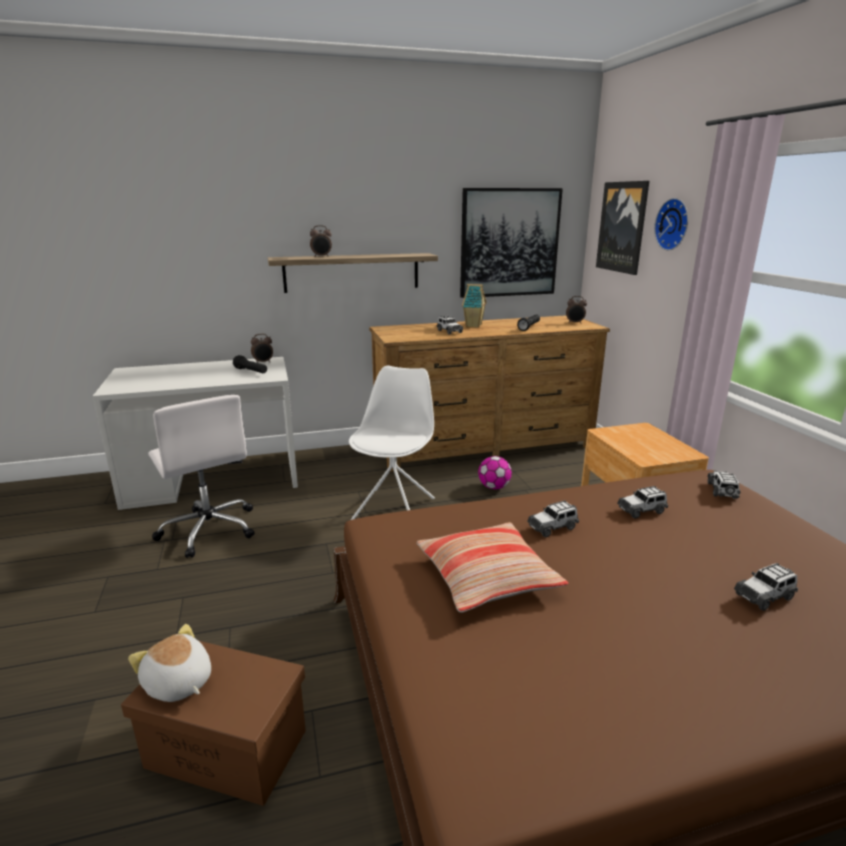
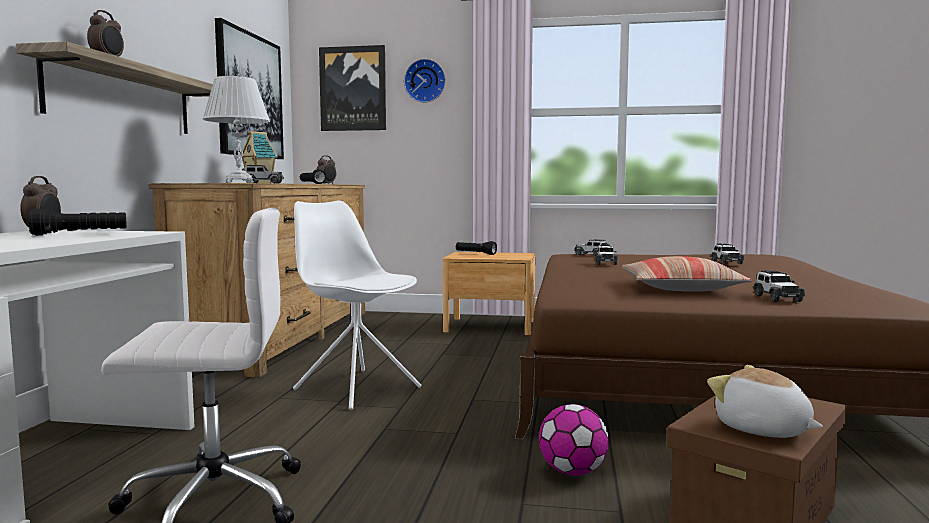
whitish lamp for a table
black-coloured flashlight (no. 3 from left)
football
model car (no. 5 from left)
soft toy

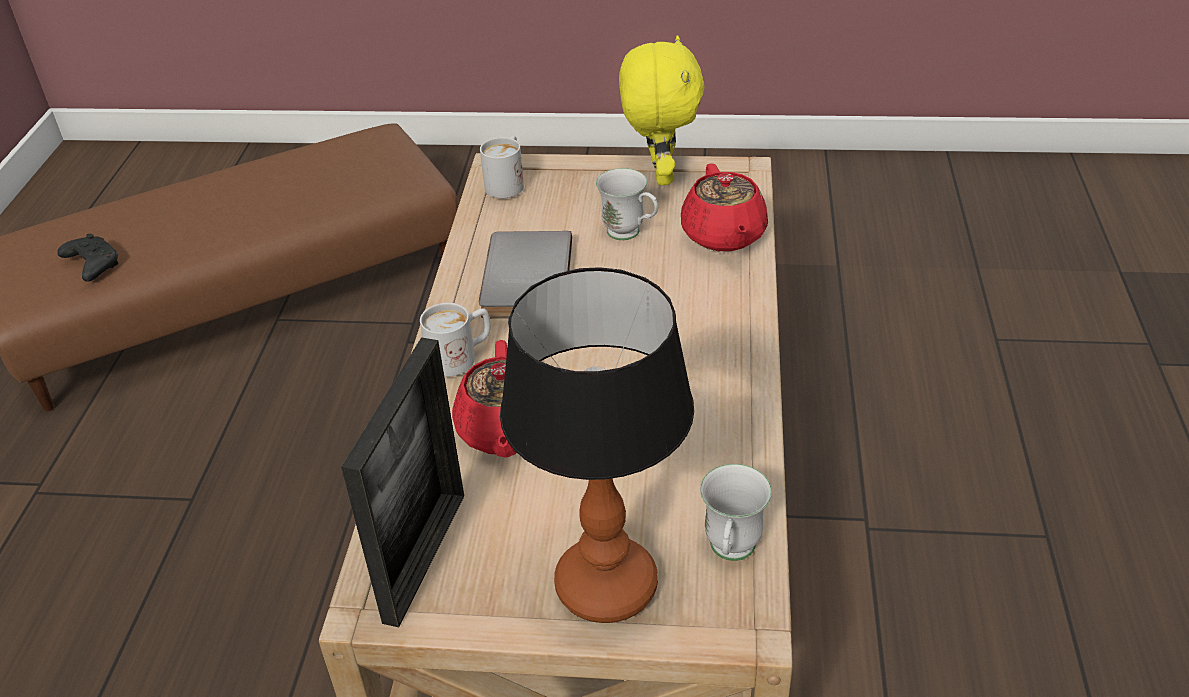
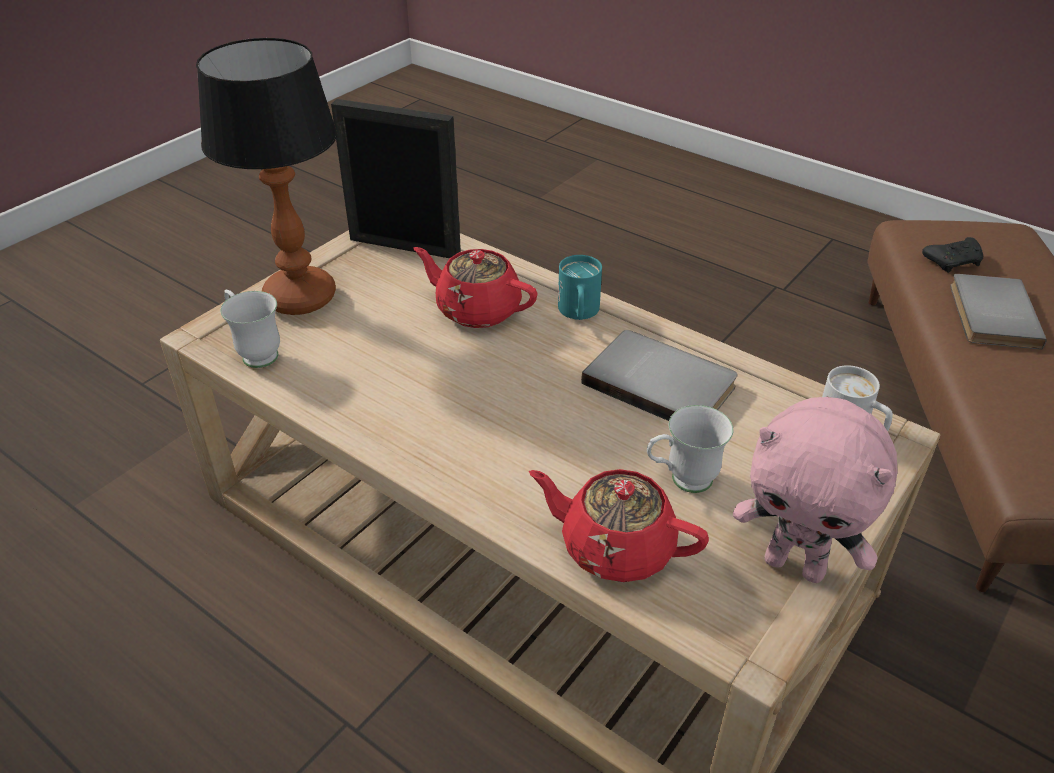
greyish book (no. 2 from left)
turquoise-coloured mug
pink-coloured soft toy
photo frame

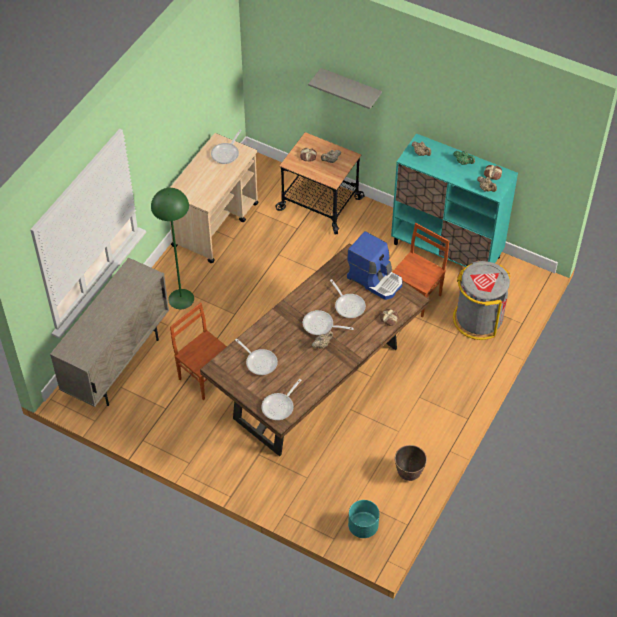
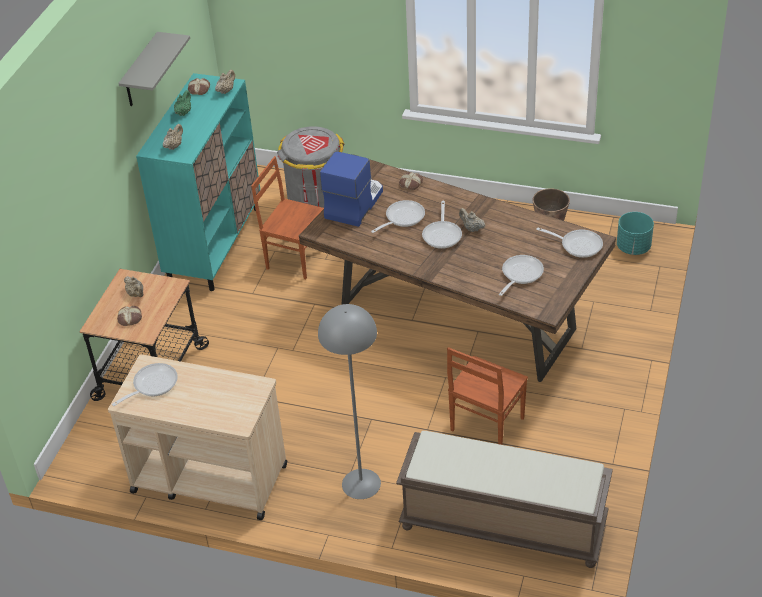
greyish bracket shelf
brown-coloured indoor bench
greyish floor lamp
frying pan (no. 1 from left)

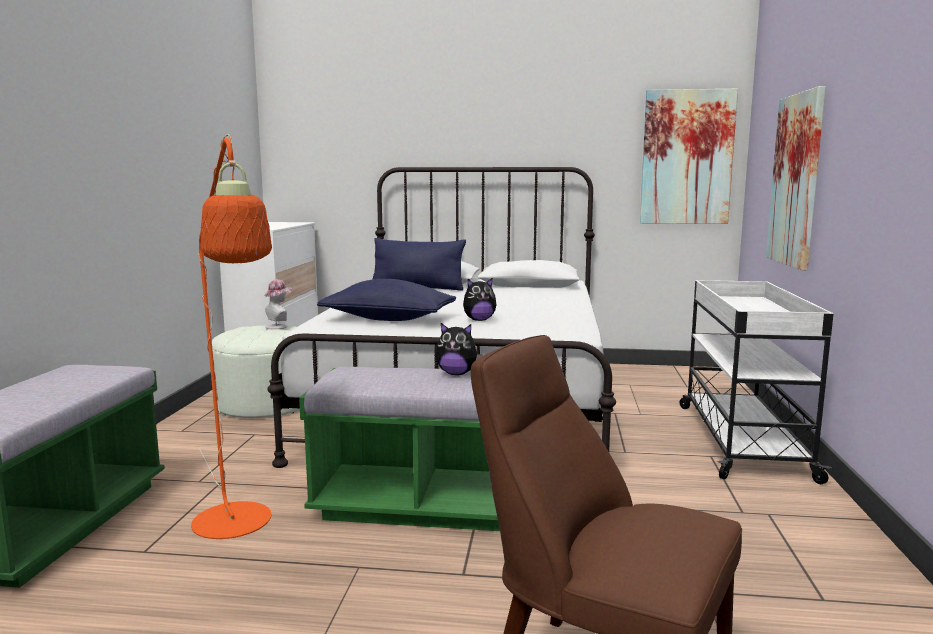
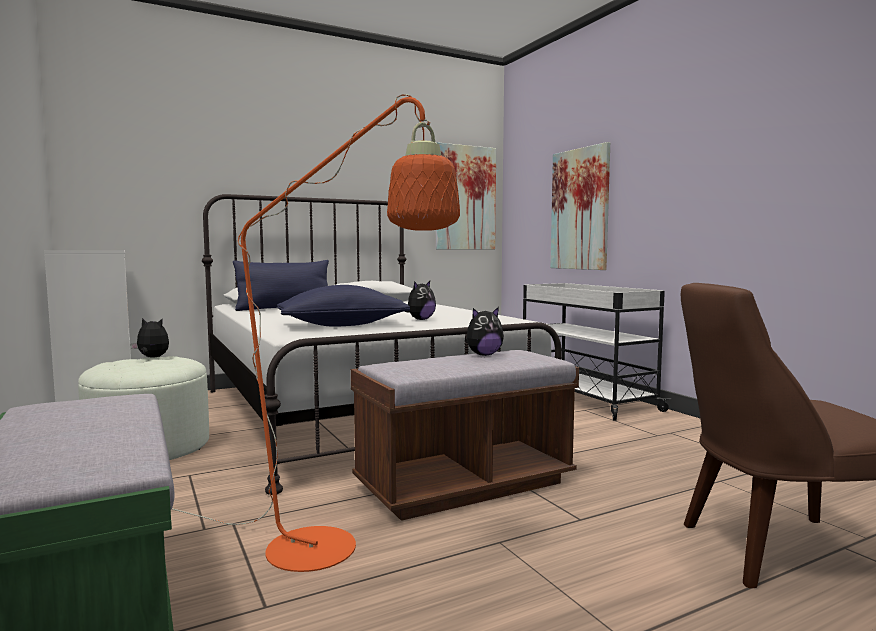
soft toy (no. 1 from left)
brown-coloured indoor bench

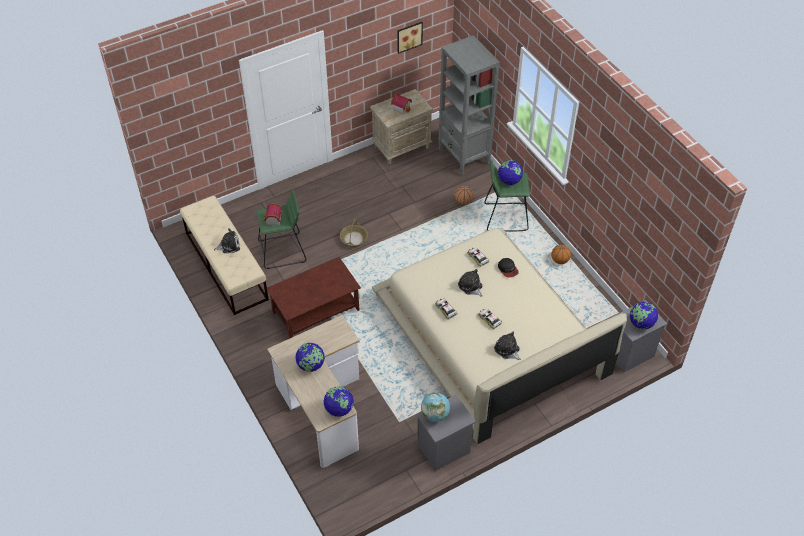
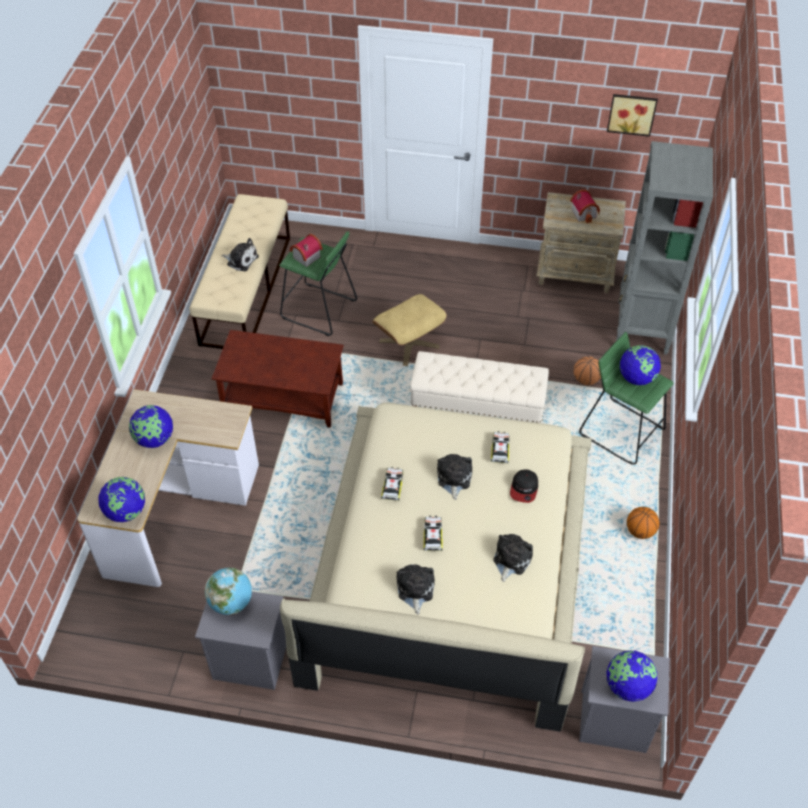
beige-coloured indoor bench (no. 2 from left)
soft toy (no. 4 from left)
beige-coloured pouffe

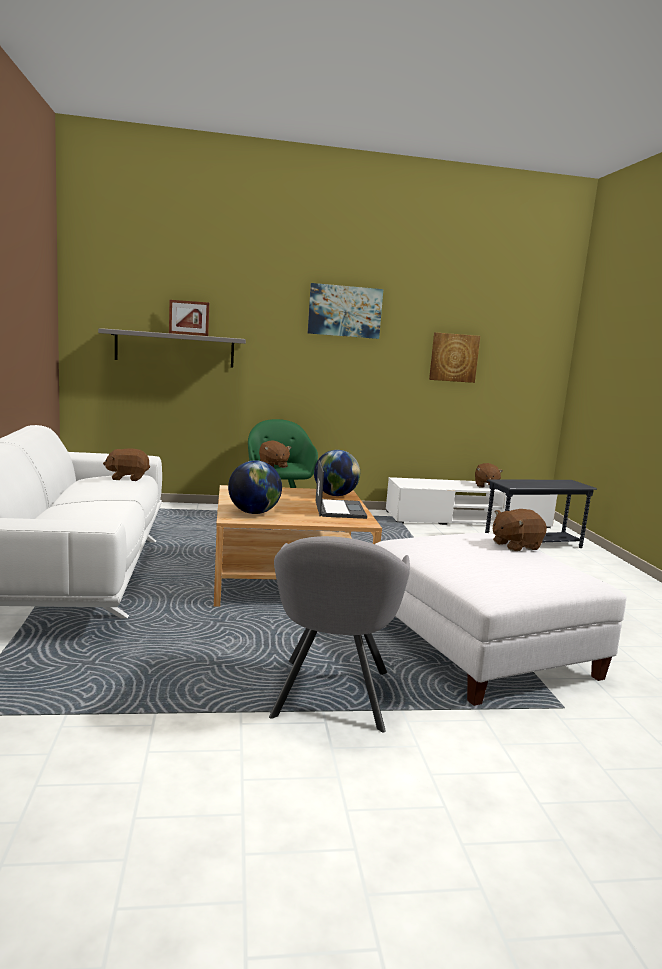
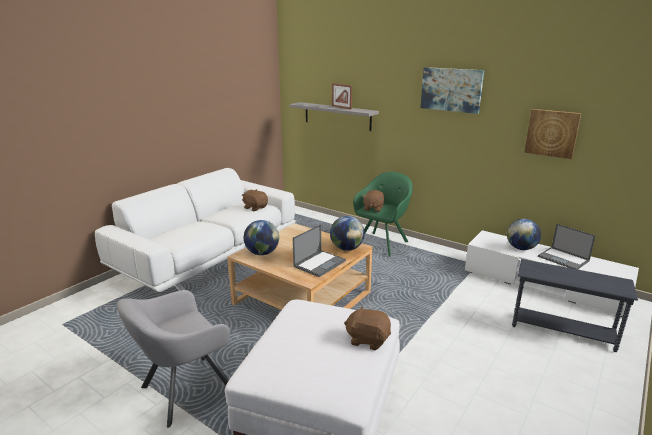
globe (no. 3 from left)
laptop (no. 2 from left)

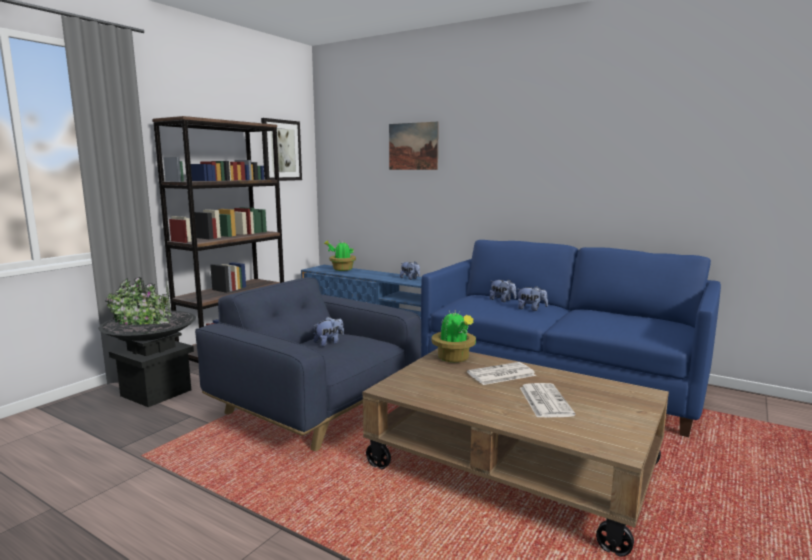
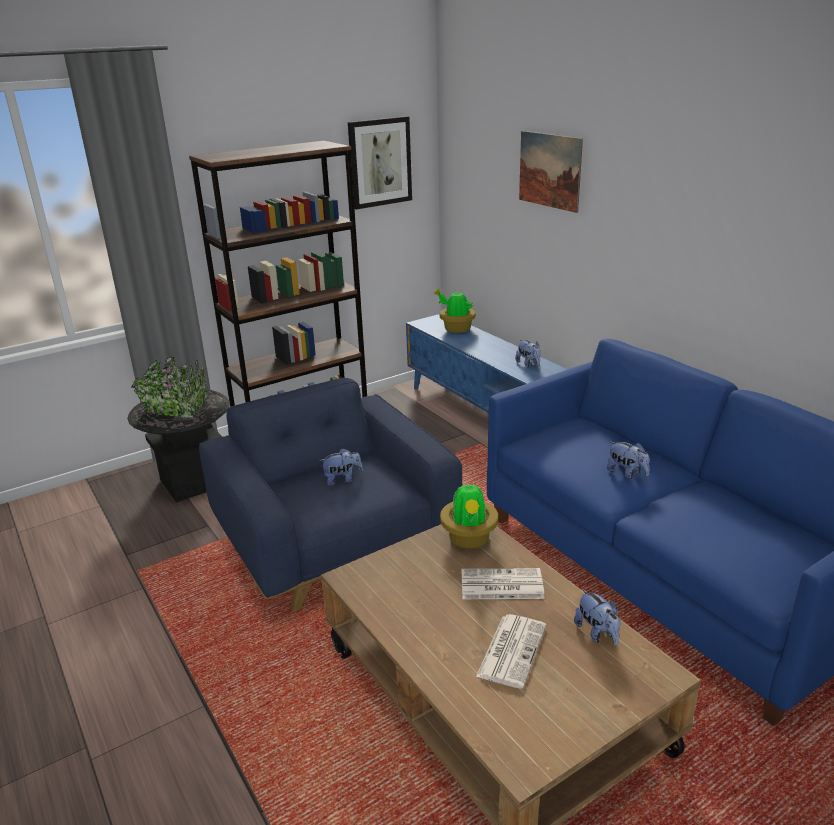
soft toy (no. 3 from left)

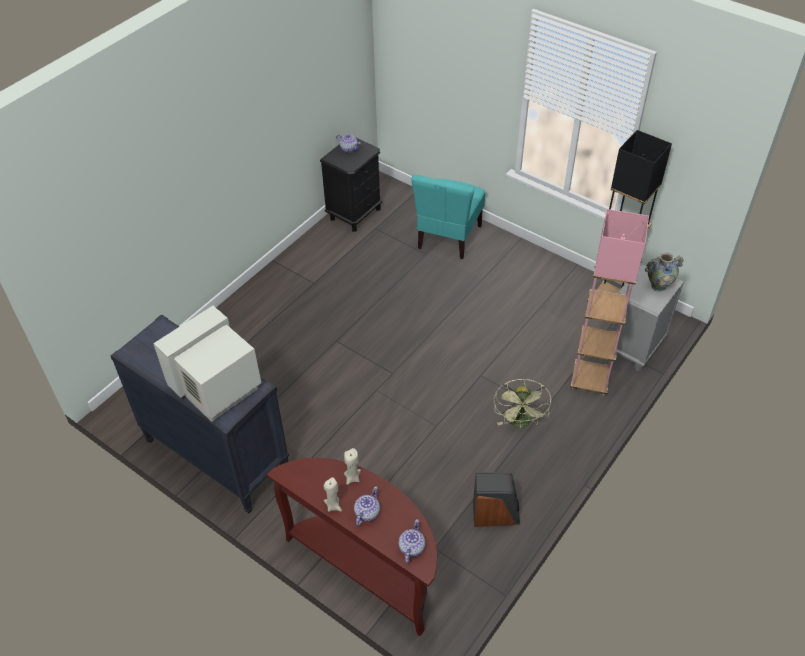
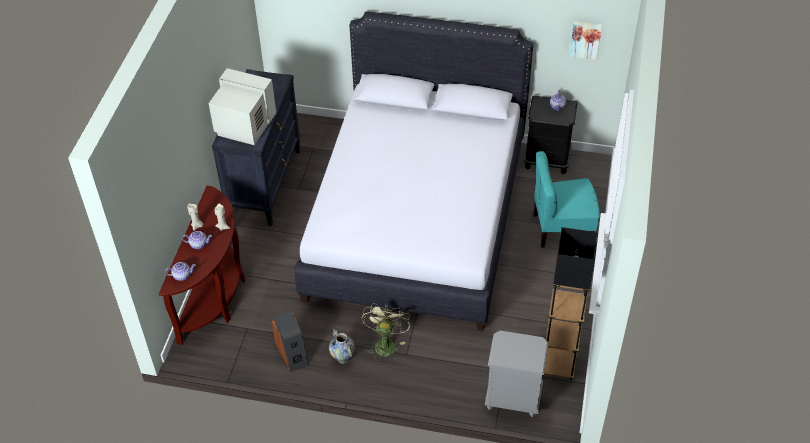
pink-coloured floor lamp
whitish sleeping bed
picture
vase
green electric fan

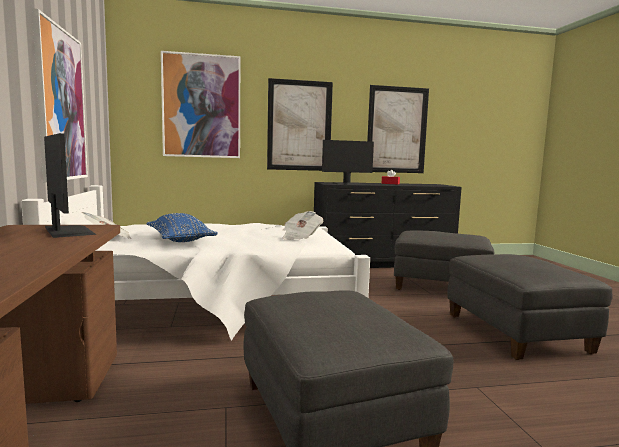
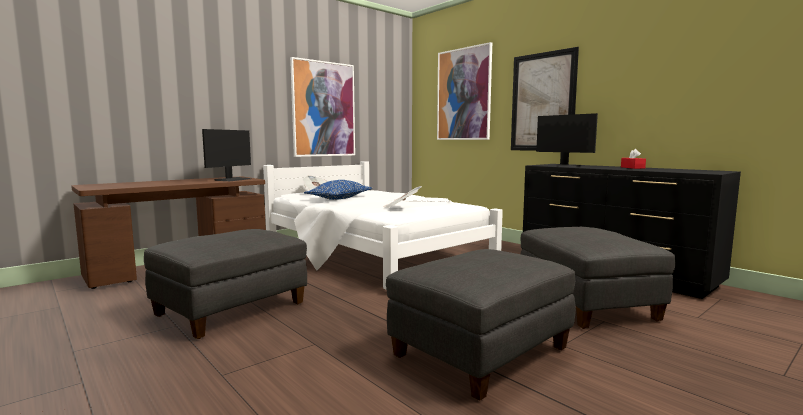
picture (no. 4 from left in the first image)

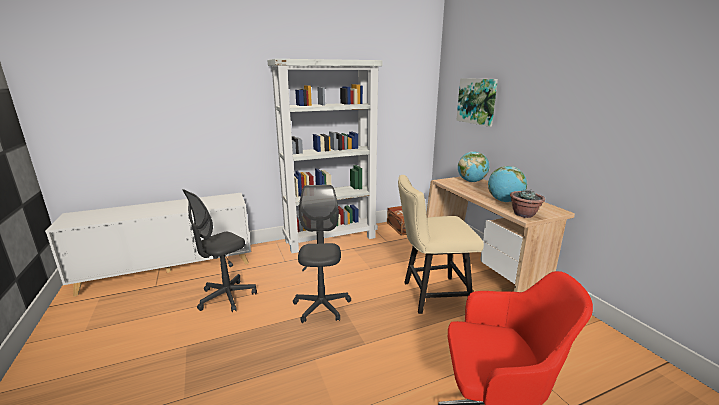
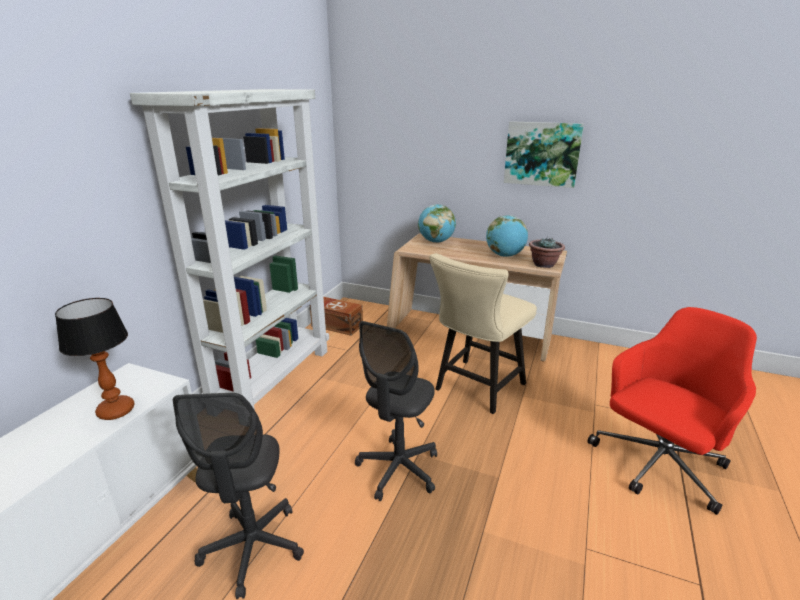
lamp for a table
picture
greyish office chair (no. 2 from left)

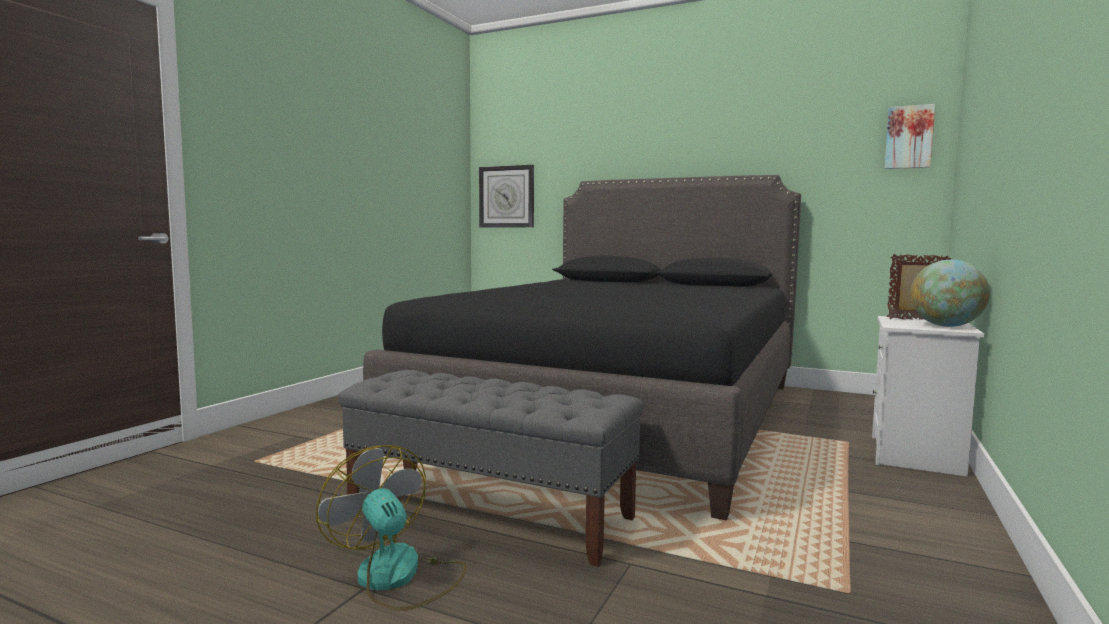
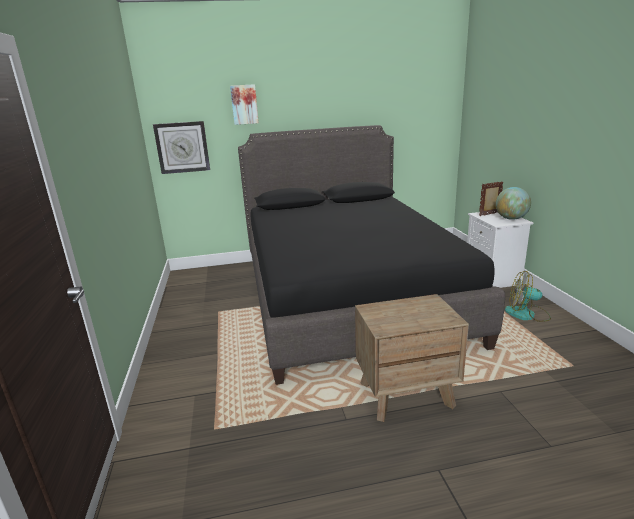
electric fan
picture
brown-coloured night table

